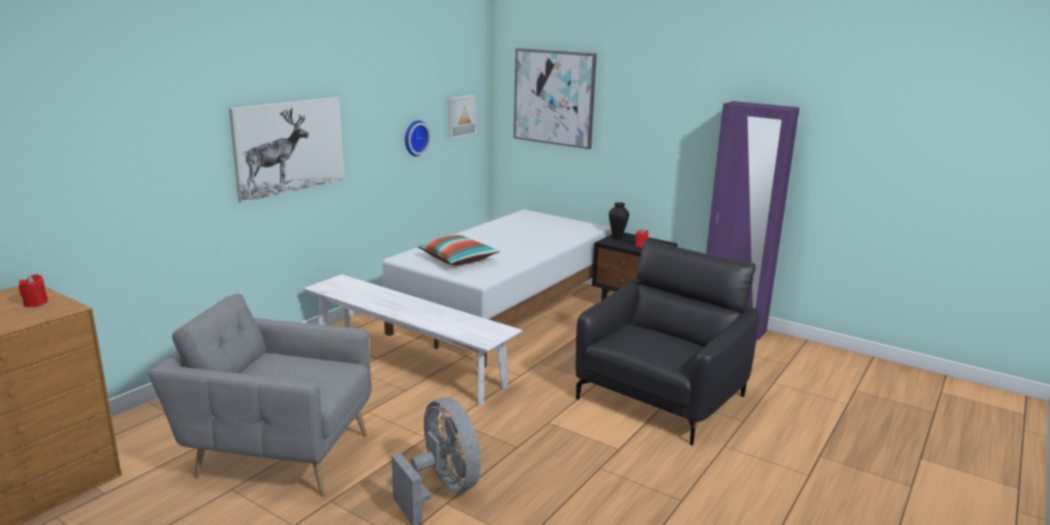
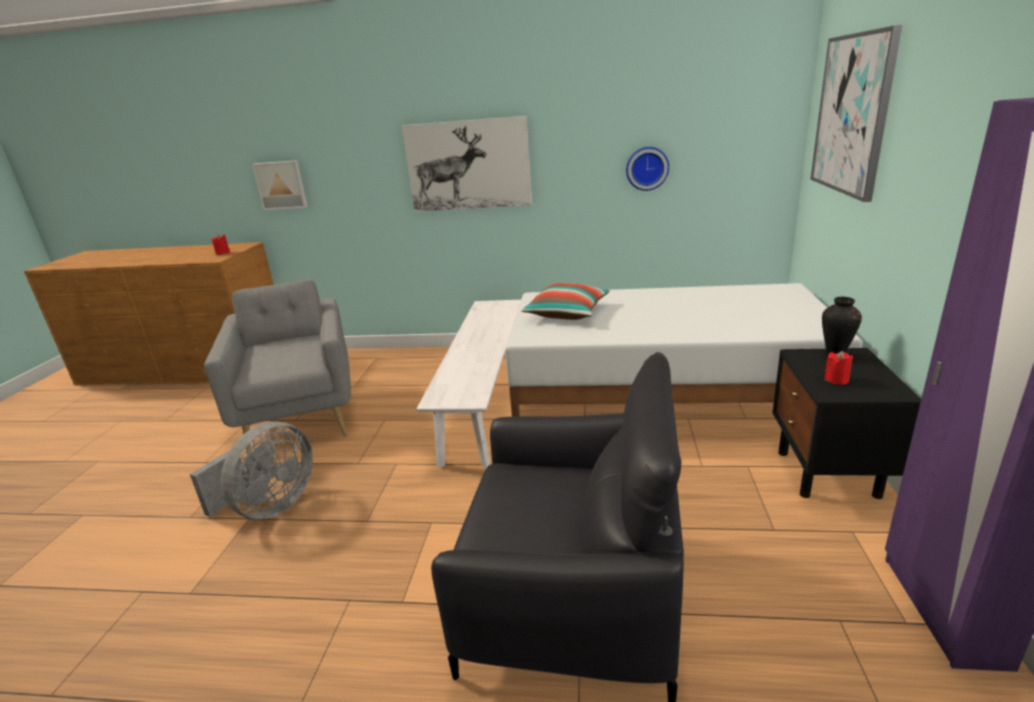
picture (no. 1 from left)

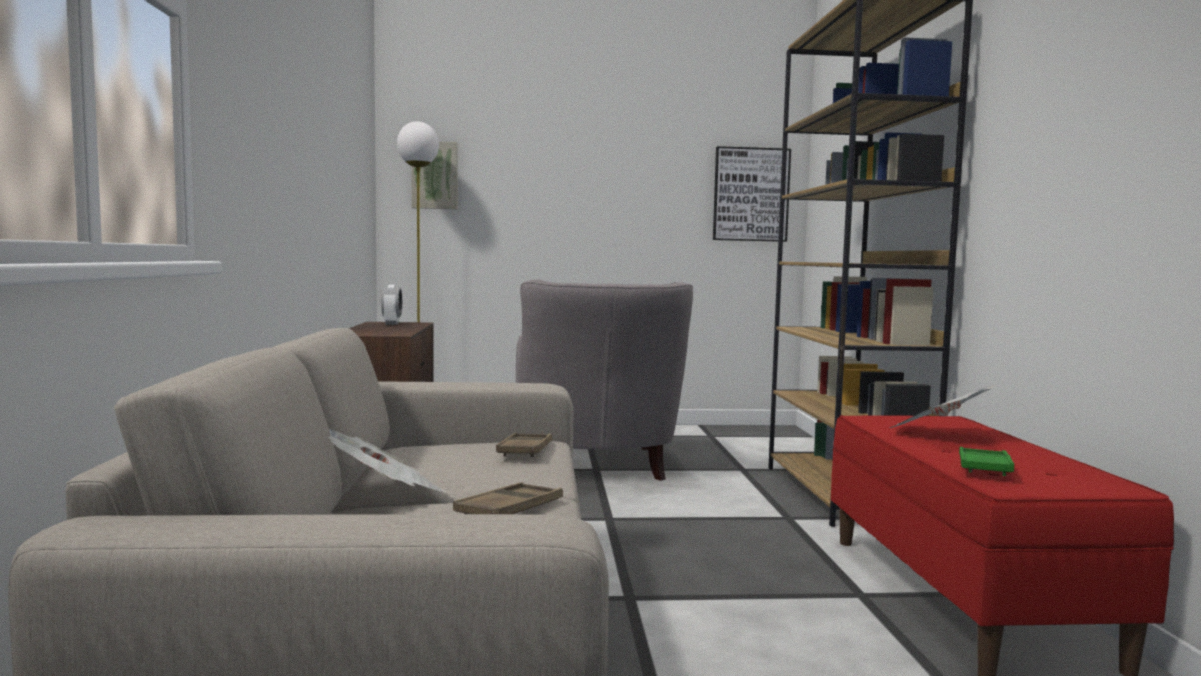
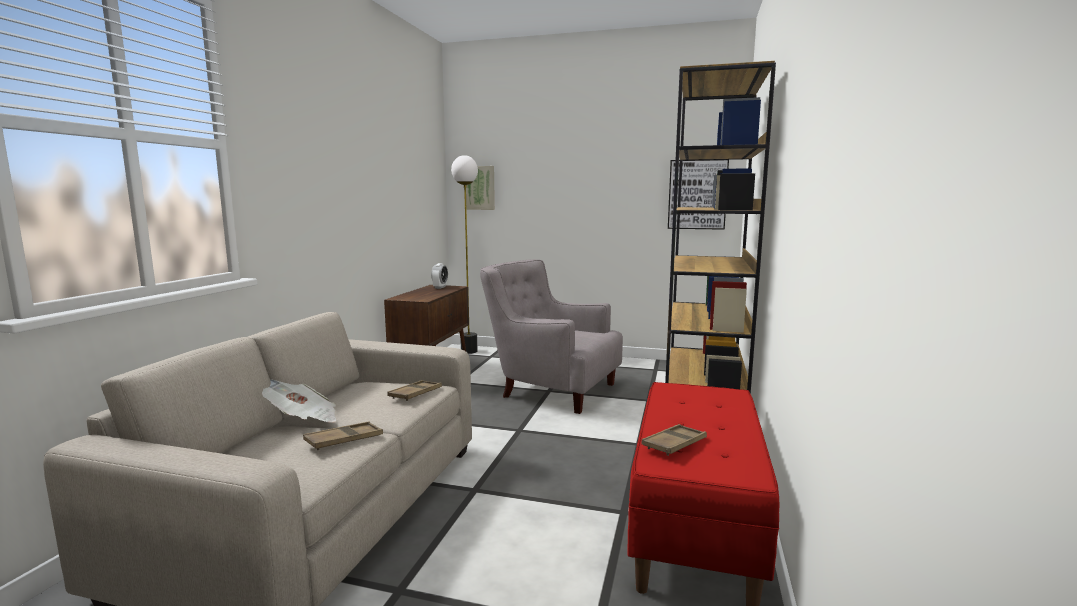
printed paper (no. 2 from left in the first image)
brown-coloured serving tray (no. 3 from left)
greyish easy chair

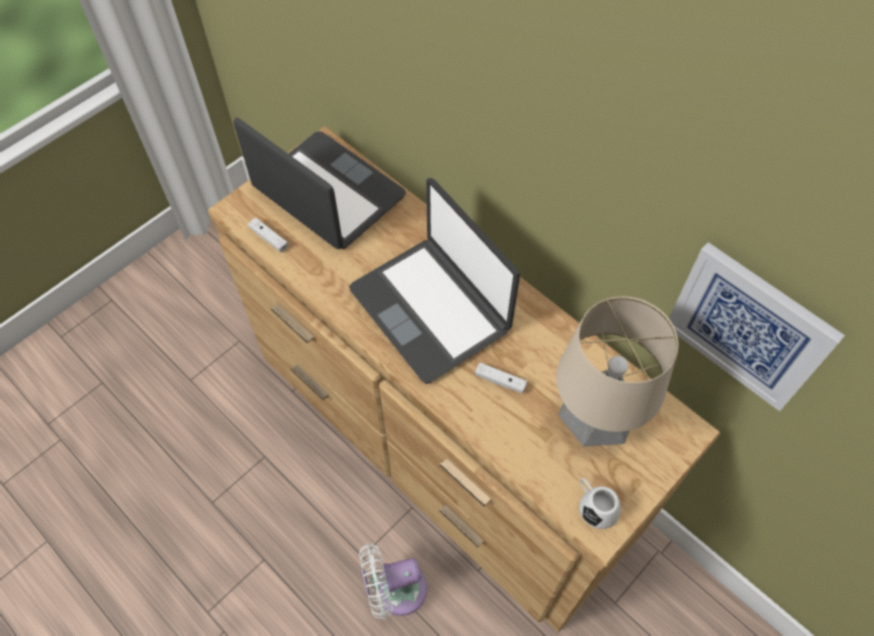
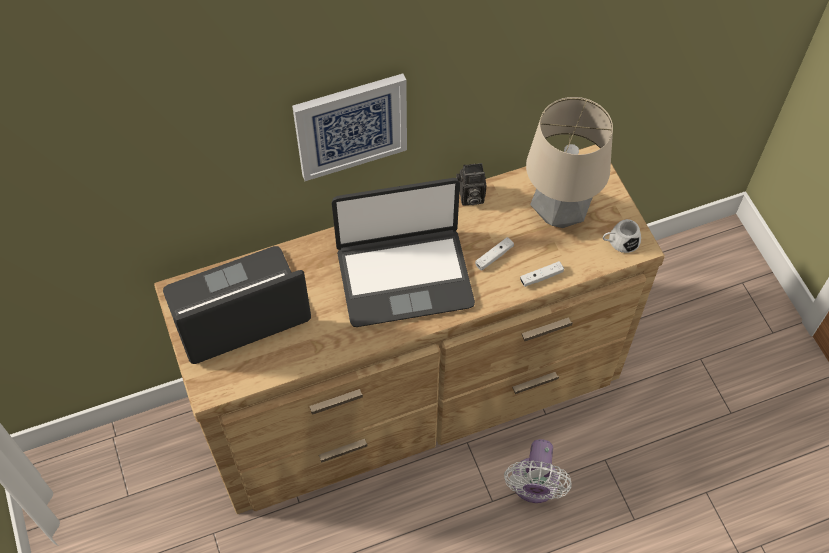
photo camera
whitish game controller (no. 2 from left)
picture

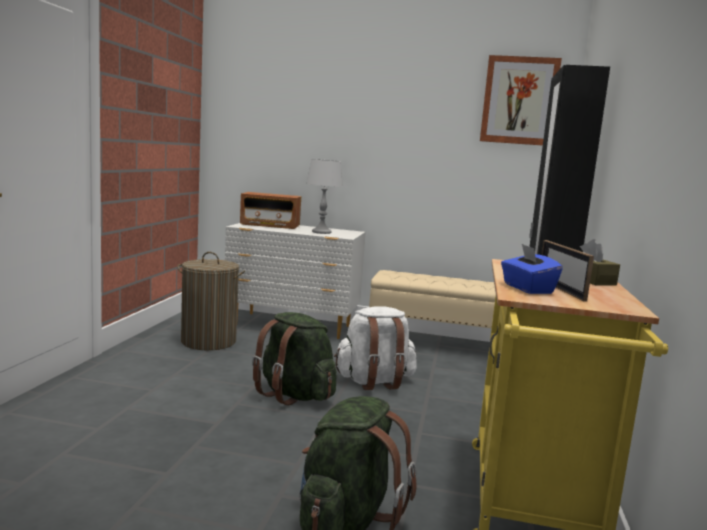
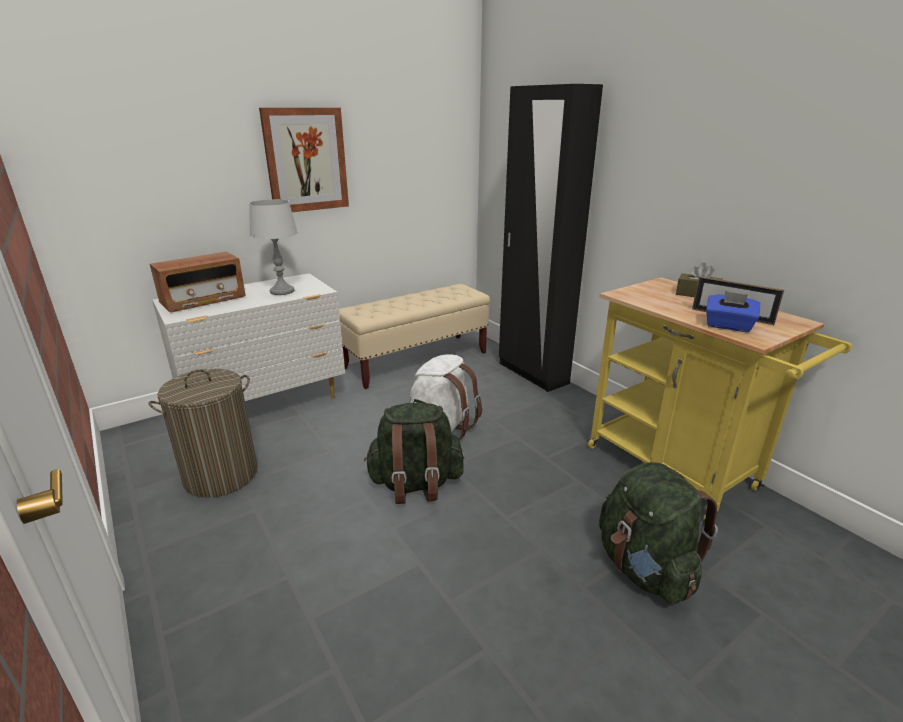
picture

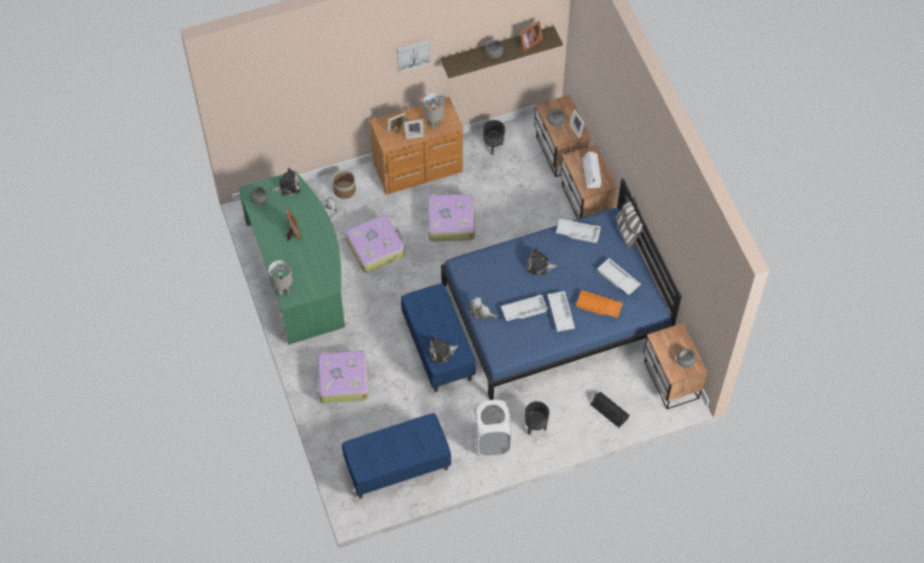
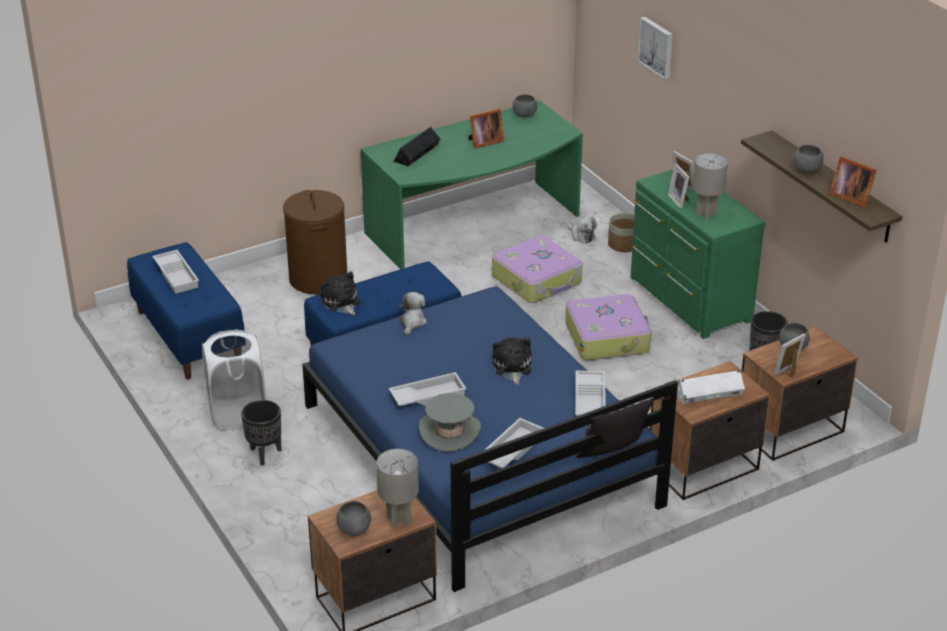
soft toy (no. 1 from left in the first image)
greyish lamp for a table (no. 1 from left)
picture
whitish serving tray (no. 1 from left)
black-coloured loudspeaker
brown-coloured laundry basket
greyish clothing hat
green drawer chest

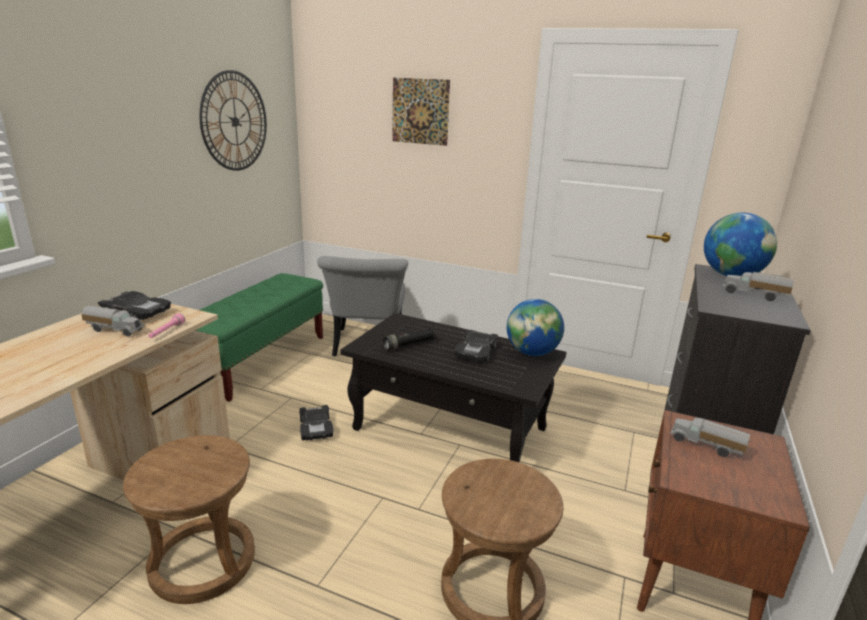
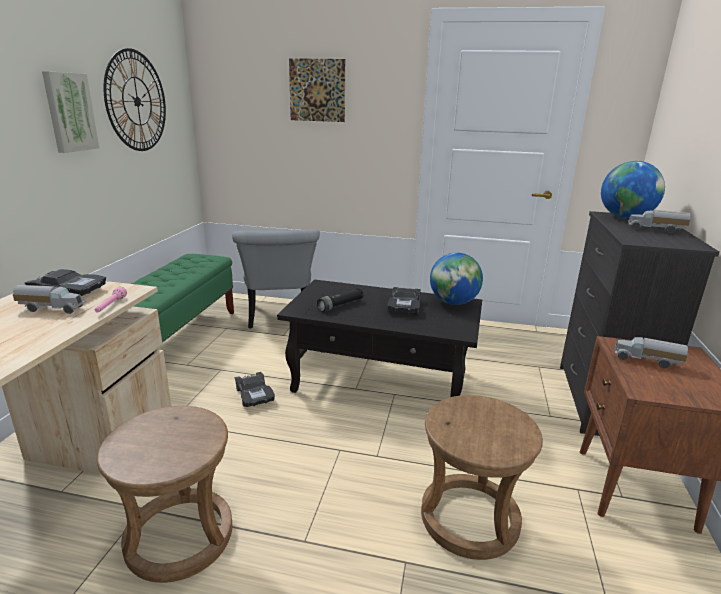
picture (no. 1 from left)

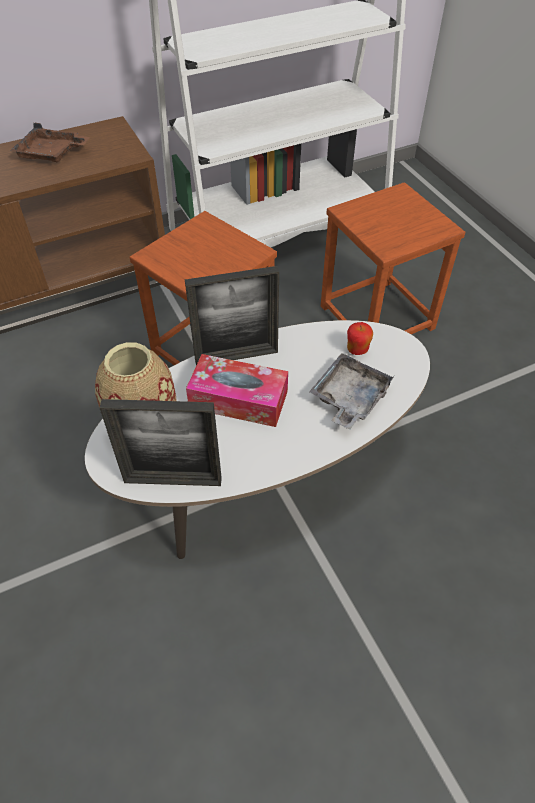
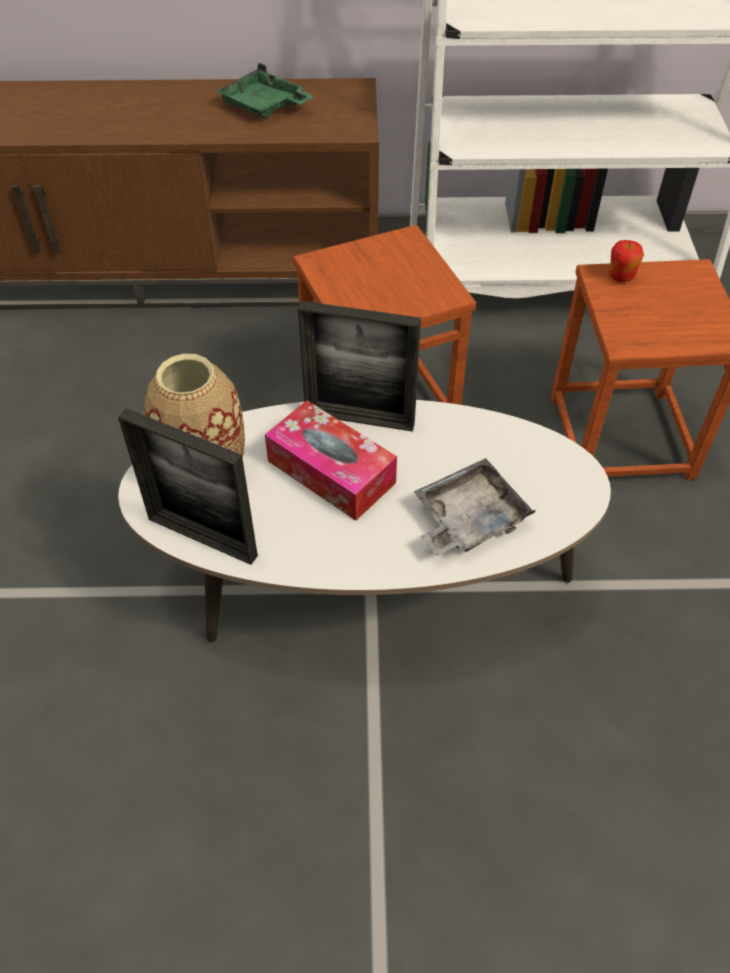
whole apple
green serving tray

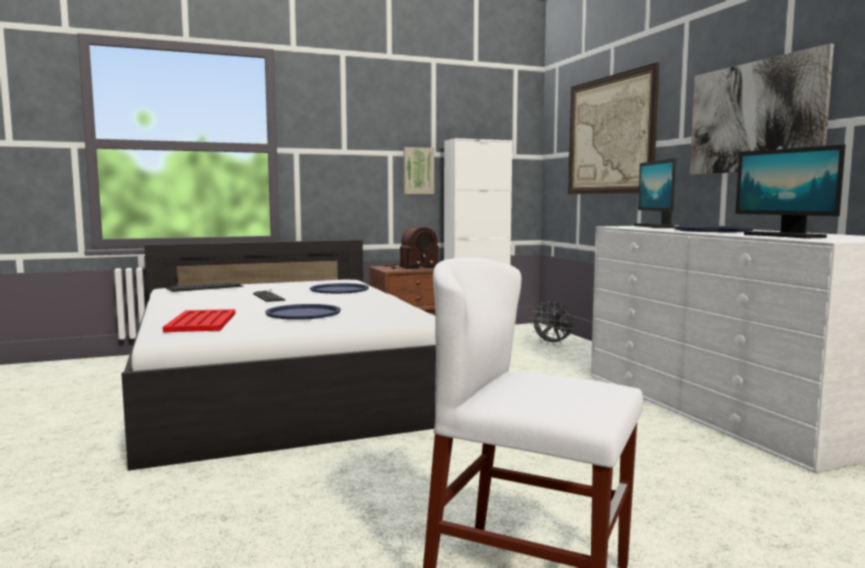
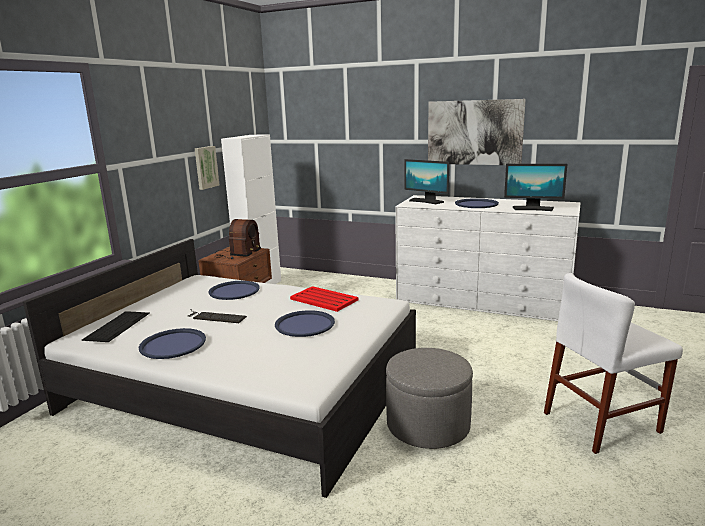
greyish electric fan
picture (no. 2 from left in the first image)
blue-coloured serving tray (no. 1 from left)
greyish pouffe
red-coloured serving tray

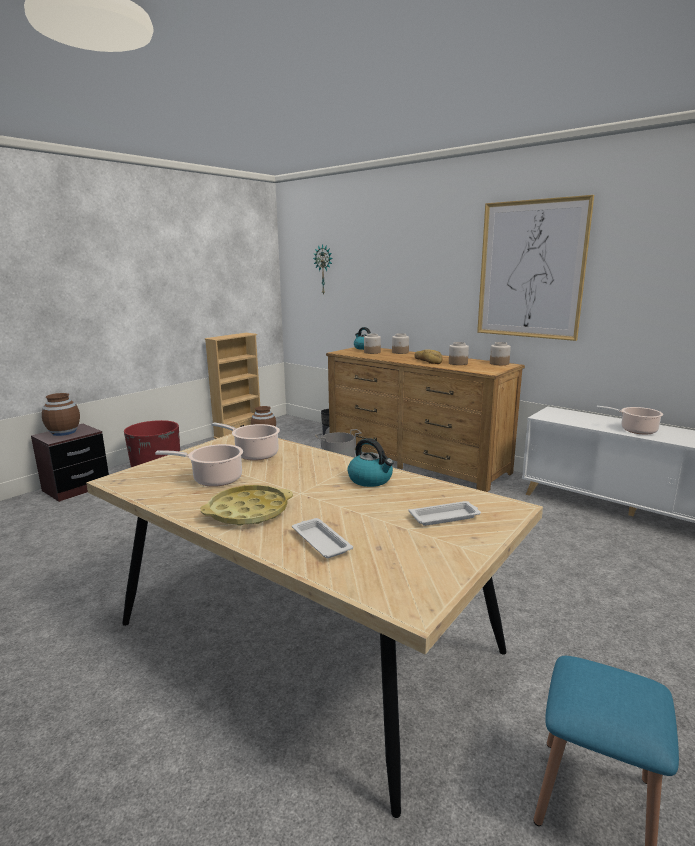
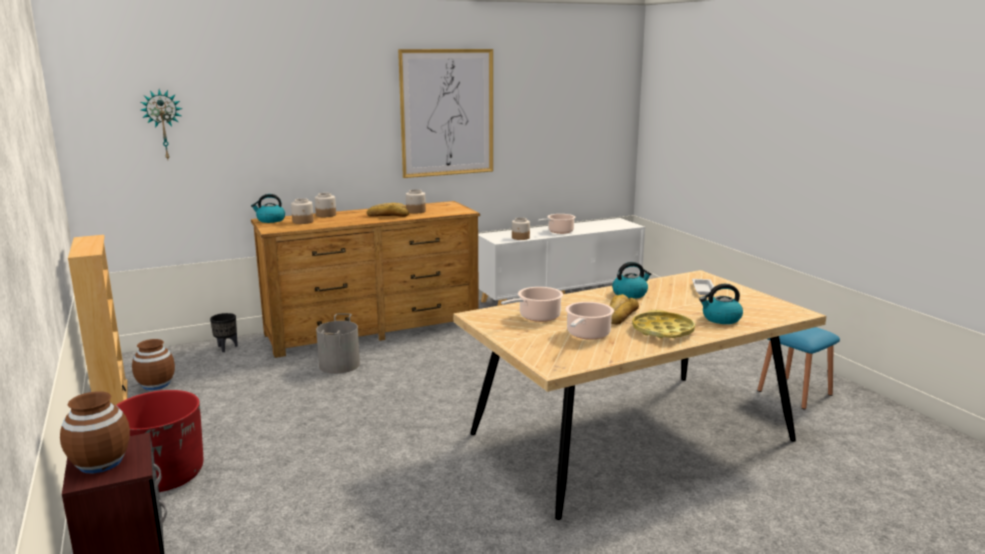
bread (no. 2 from left)
jar (no. 4 from left)
kettle (no. 3 from left)

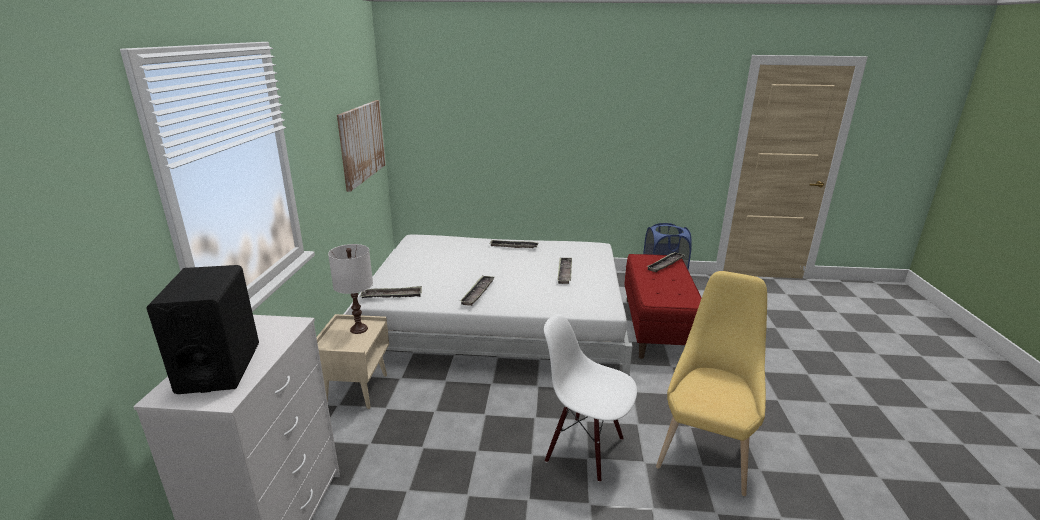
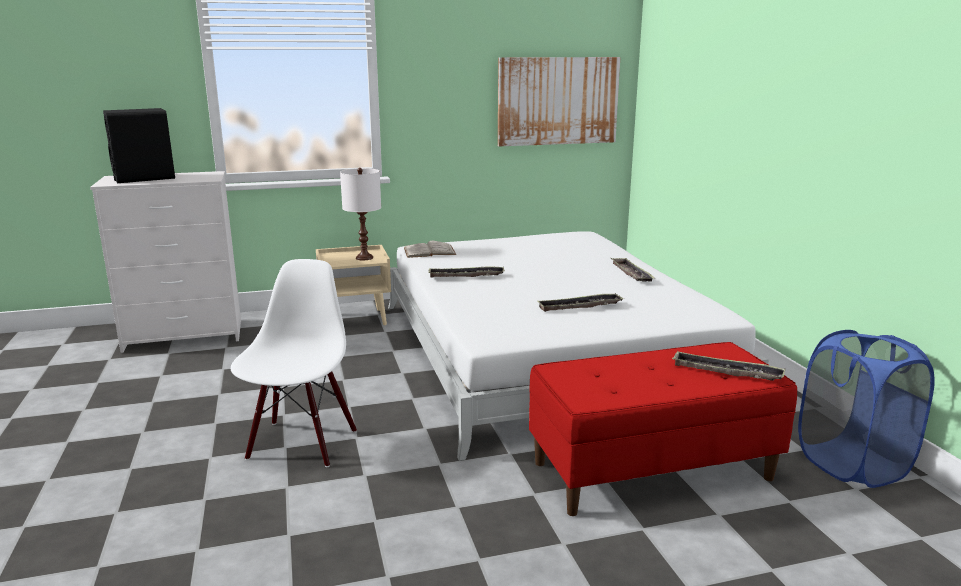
yellow upright chair
whitish book

